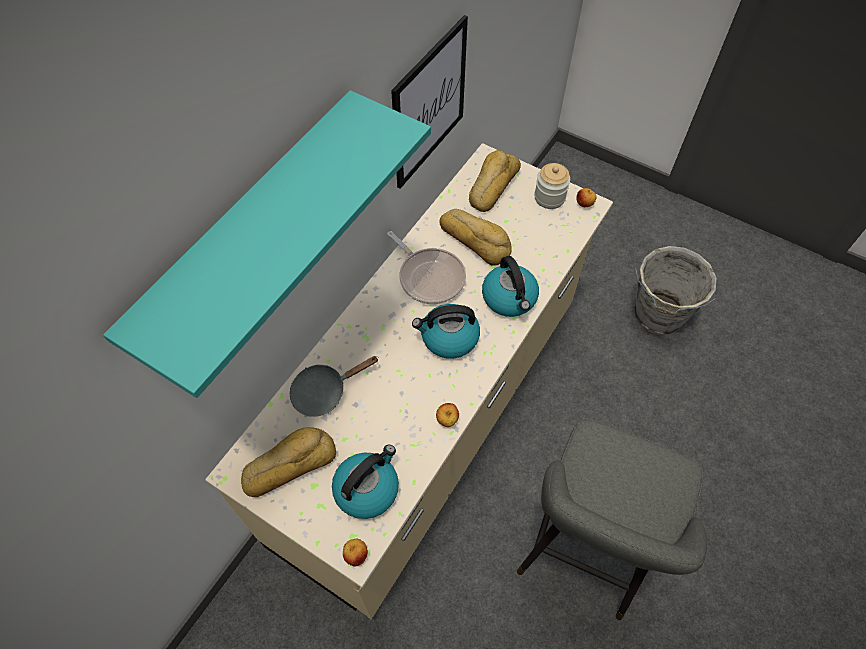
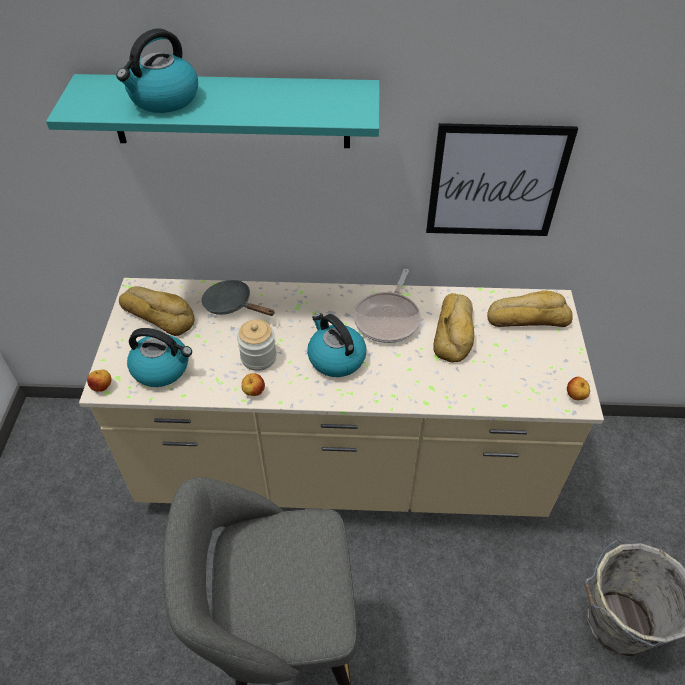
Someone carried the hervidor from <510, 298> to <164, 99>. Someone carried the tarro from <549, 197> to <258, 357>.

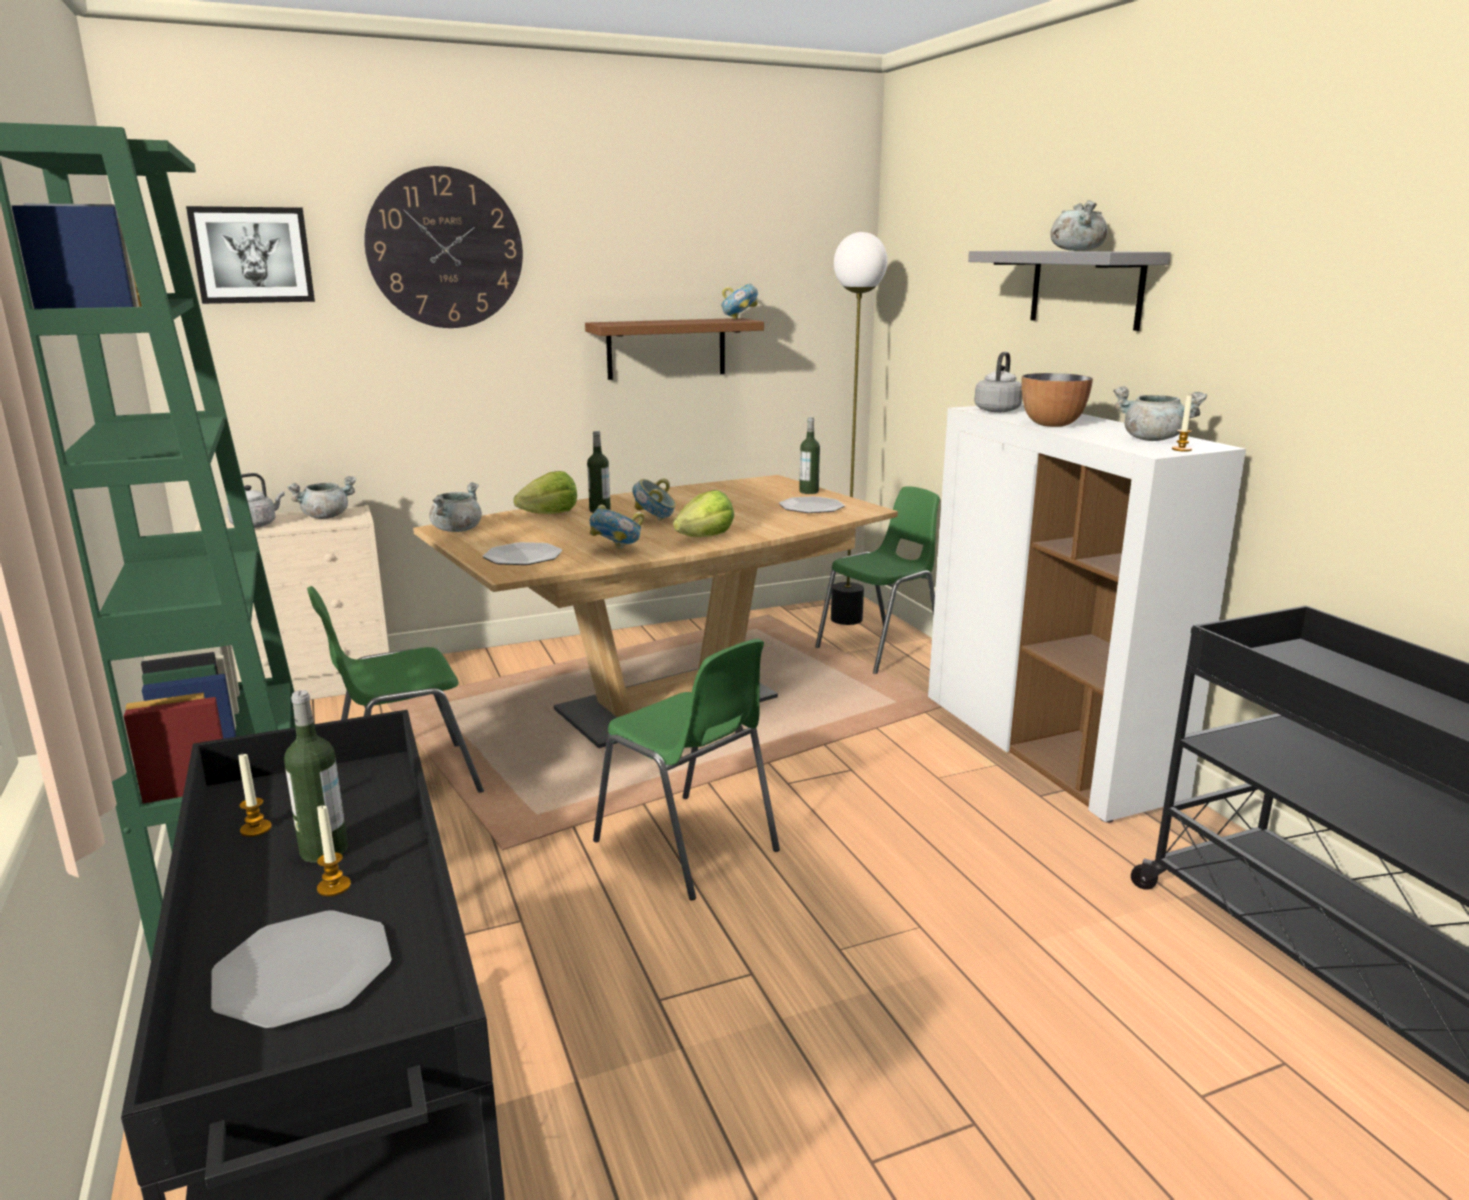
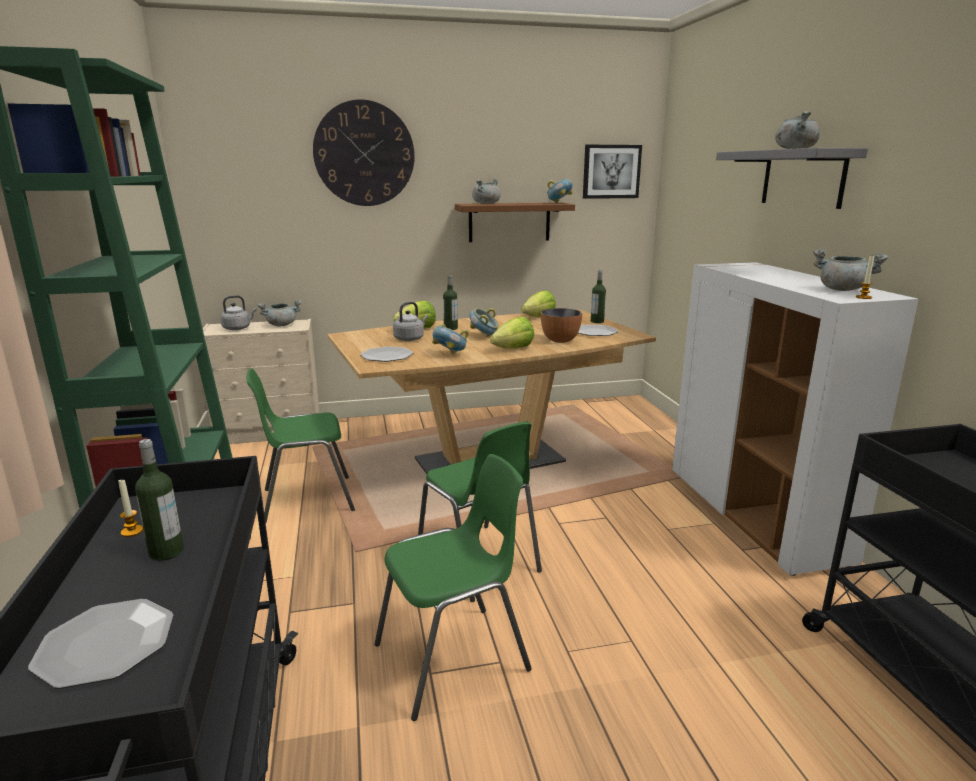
Someone carried the silla [verde] from <881, 650> to <453, 658>. Someone carried the hervidor [gris] from <998, 410> to <410, 339>. Someone carried the olla [gris] from <457, 530> to <486, 203>. Someone put down the lechuga at <539, 317>. Someone carried the cuenco from <1052, 424> to <560, 340>. Someone carried the cuadro from <252, 255> to <611, 171>. Someone took away the vela at <334, 887>. Someone took away the lámpara de pie at <846, 619>.

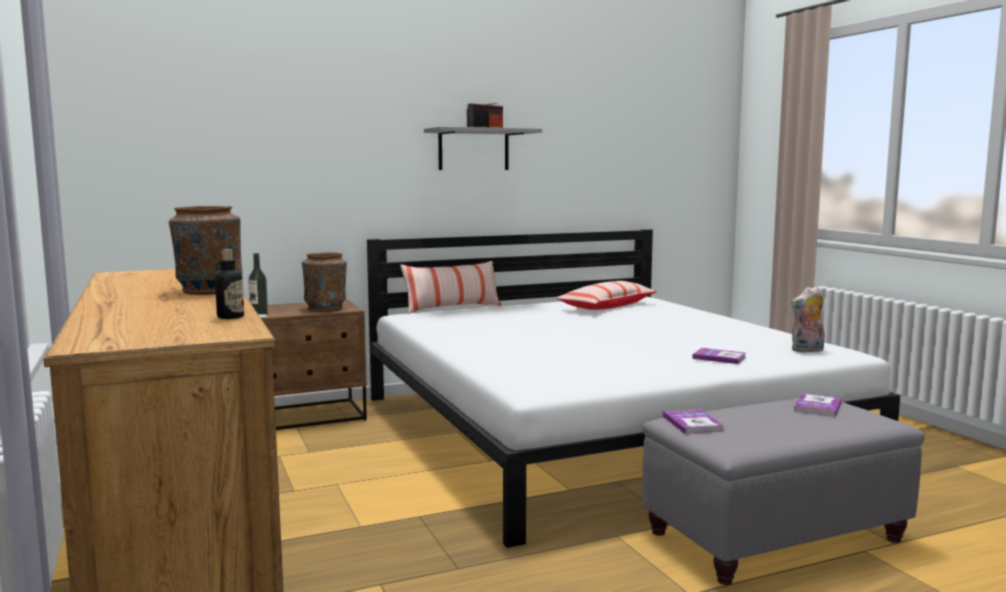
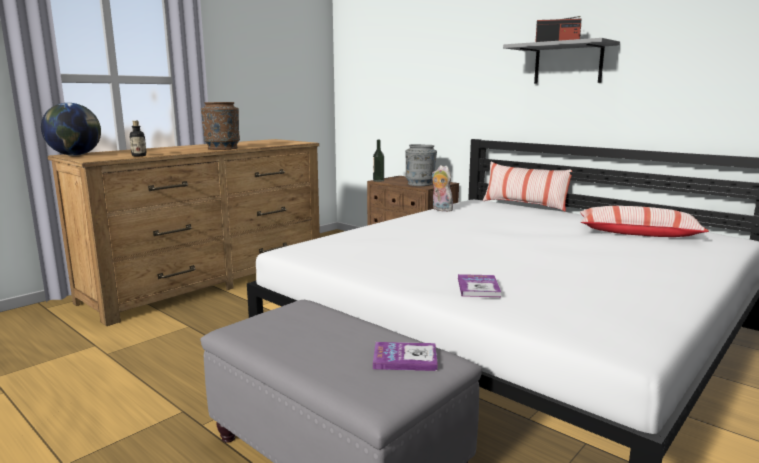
Someone put down the globo terráqueo at <75, 155>. Someone repainted the florero [marrón] at <326, 308>, which became the florero [gris] at <420, 184>. Someone carried the peluche from <807, 350> to <440, 209>. Someone took away the libro at <692, 423>.

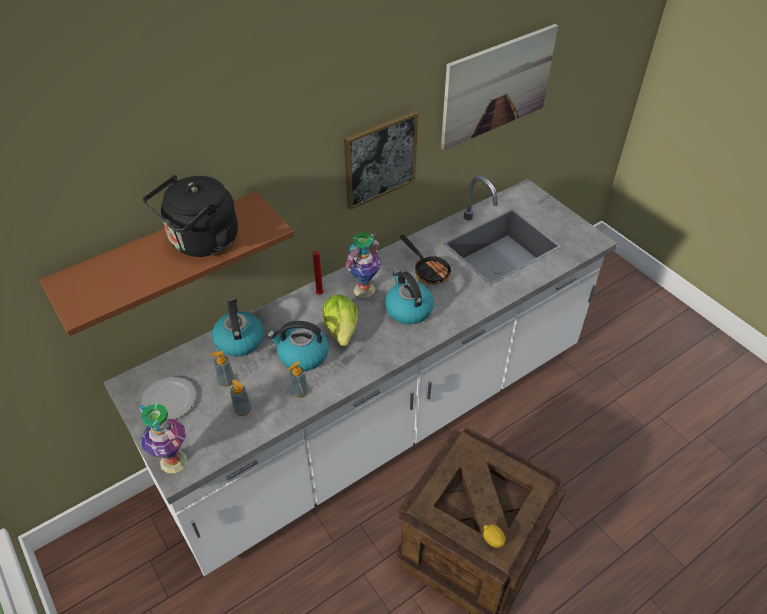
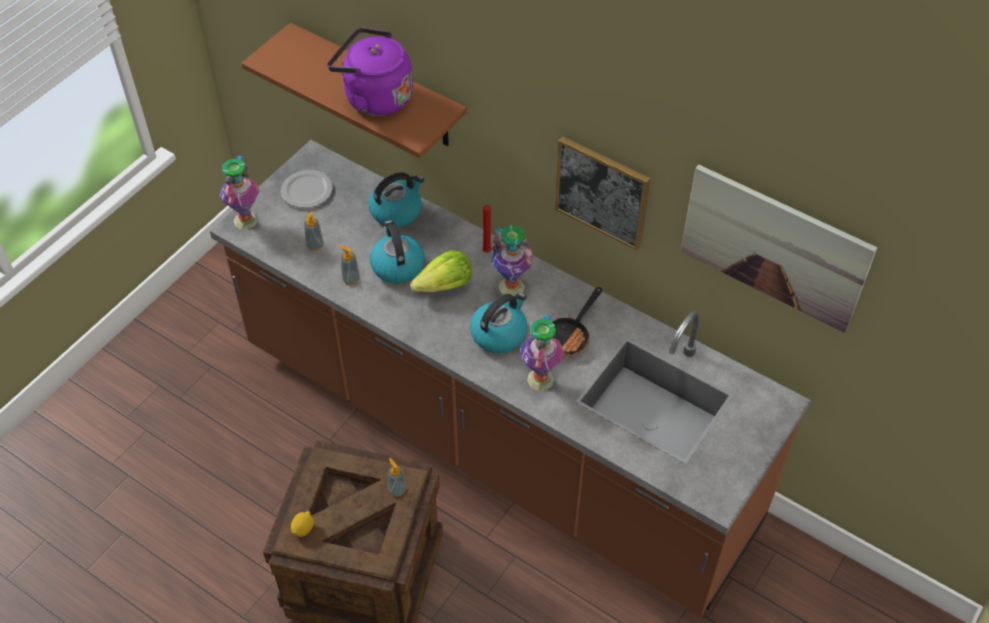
Someone repainted the mueble bajo de cocina [blanco] at <383, 420>, which became the mueble bajo de cocina [marrón] at <494, 437>. Someone repainted the hervidor [negro] at <201, 242>, which became the hervidor [morado] at <374, 98>. Someone carried the dispensador de jabón from <226, 381> to <397, 489>. Someone put down the florero at <540, 379>.

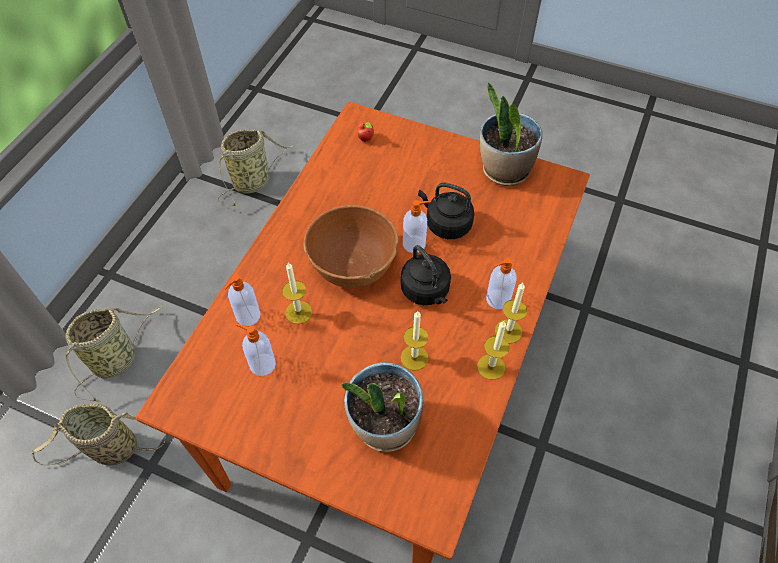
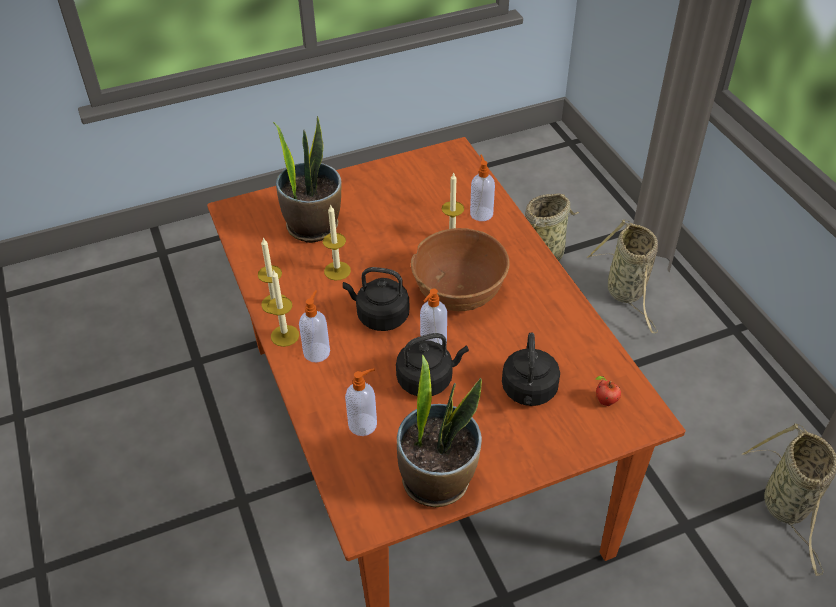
Someone carried the dispensador de jabón from <261, 364> to <363, 424>. Someone put down the hervidor [negro] at <529, 392>.

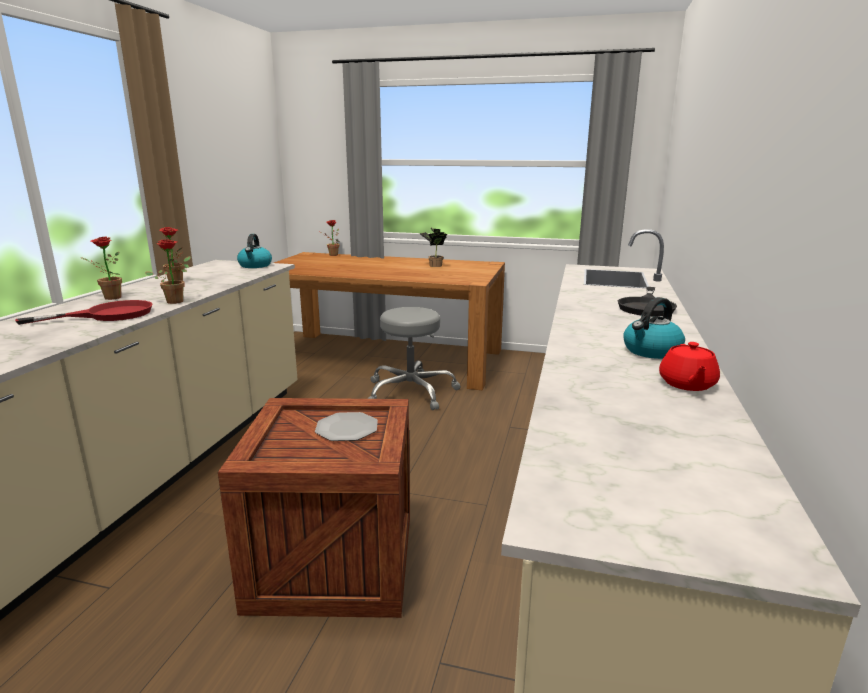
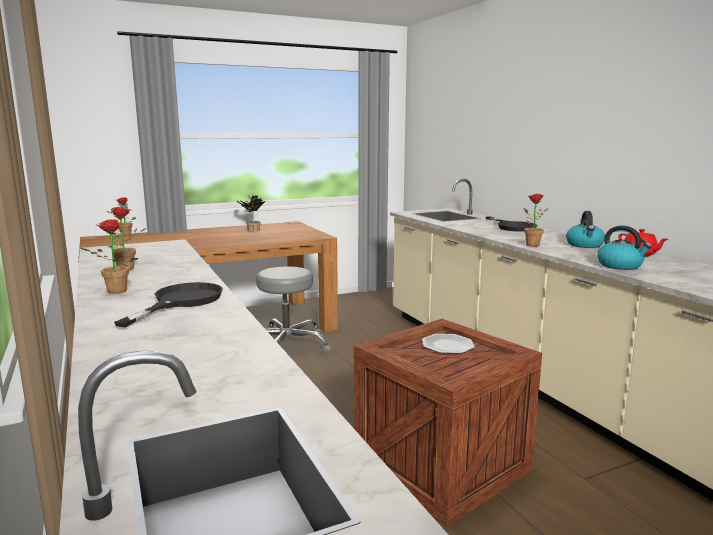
Someone repainted the sartén [rojo] at <107, 315>, which became the sartén [negro] at <181, 302>. Someone carried the planta en maceta from <177, 301> to <530, 244>. Someone carried the hervidor from <255, 266> to <620, 266>.

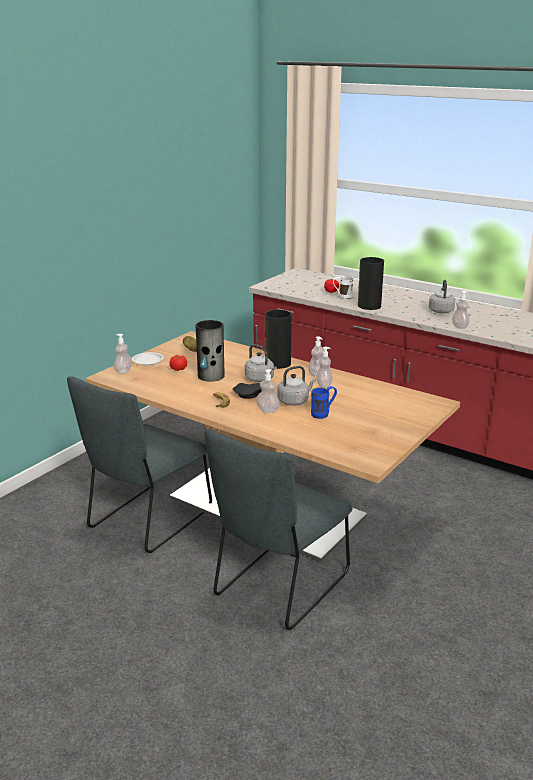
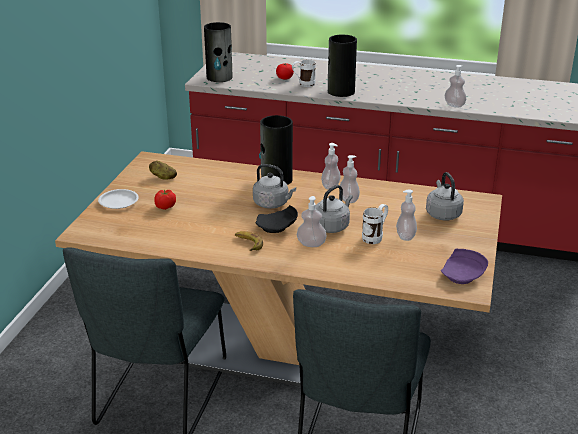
Someone carried the florero from <211, 376> to <219, 77>. Someone repainted the taza grande [azul] at <323, 414>, which became the taza grande [blanco] at <375, 237>. Someone carried the dispensador de jabón from <123, 371> to <405, 236>. Someone carried the hervidor [gris] from <441, 310> to <442, 214>. Someone put down the plato [morado] at <463, 275>.

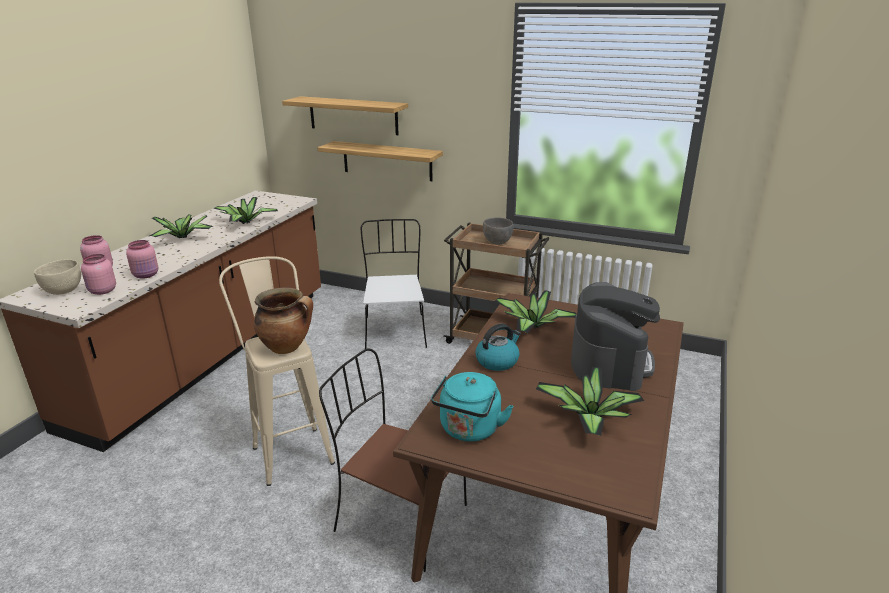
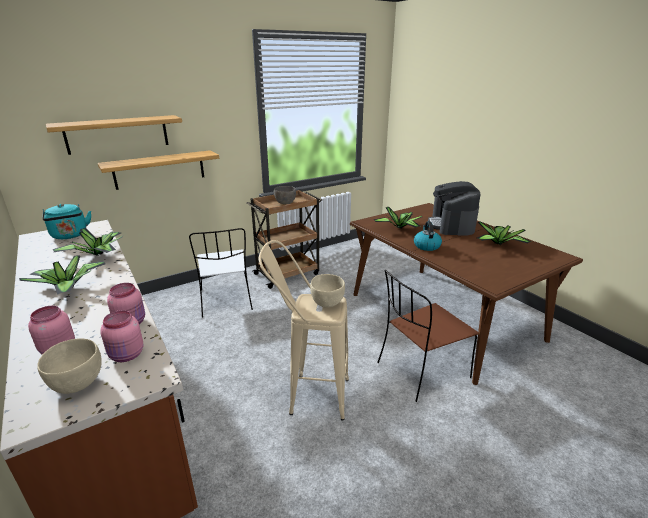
Someone carried the hervidor [turquesa] from <469, 430> to <70, 235>. Someone rotated the silla [blanco] at <395, 331> by 135 degrees counterclockwise. Someone swapped the olla at <287, 347> for the cuenco [beis] at <327, 303>. Someone rotated the cafetera at <610, 361> by 135 degrees counterclockwise.

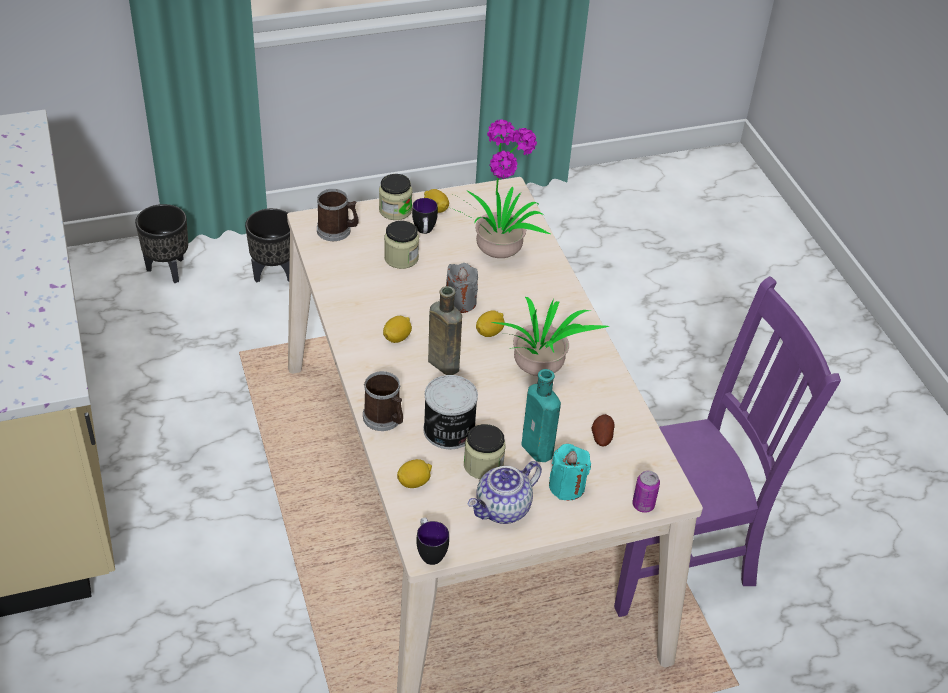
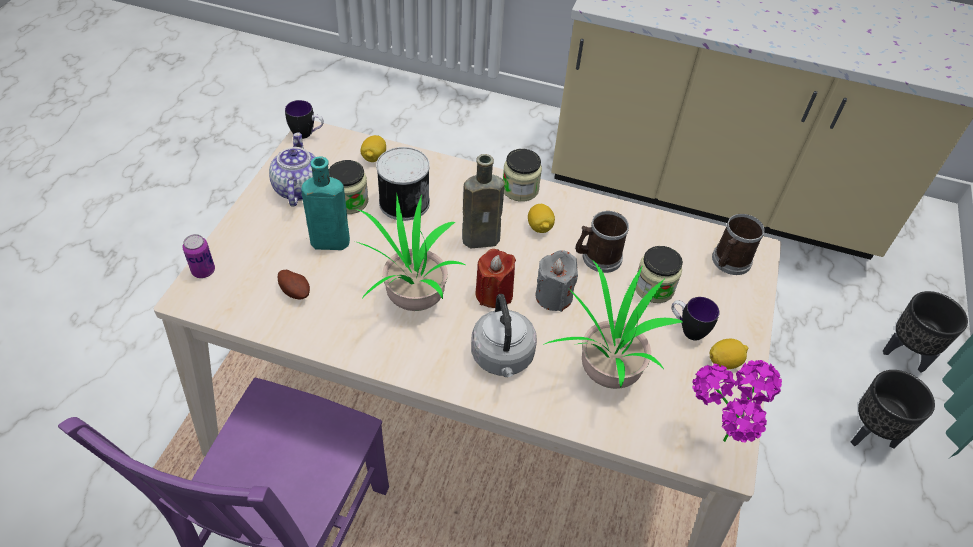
Someone put down the hervidor [gris] at <502, 358>. Someone swapped the limón at <489, 332> for the vela [rojo] at <494, 294>. Someone carried the tarro from <395, 210> to <520, 189>. Someone carried the taza grande from <385, 419> to <597, 258>. Someone took away the vela [turquesa] at <567, 486>.

